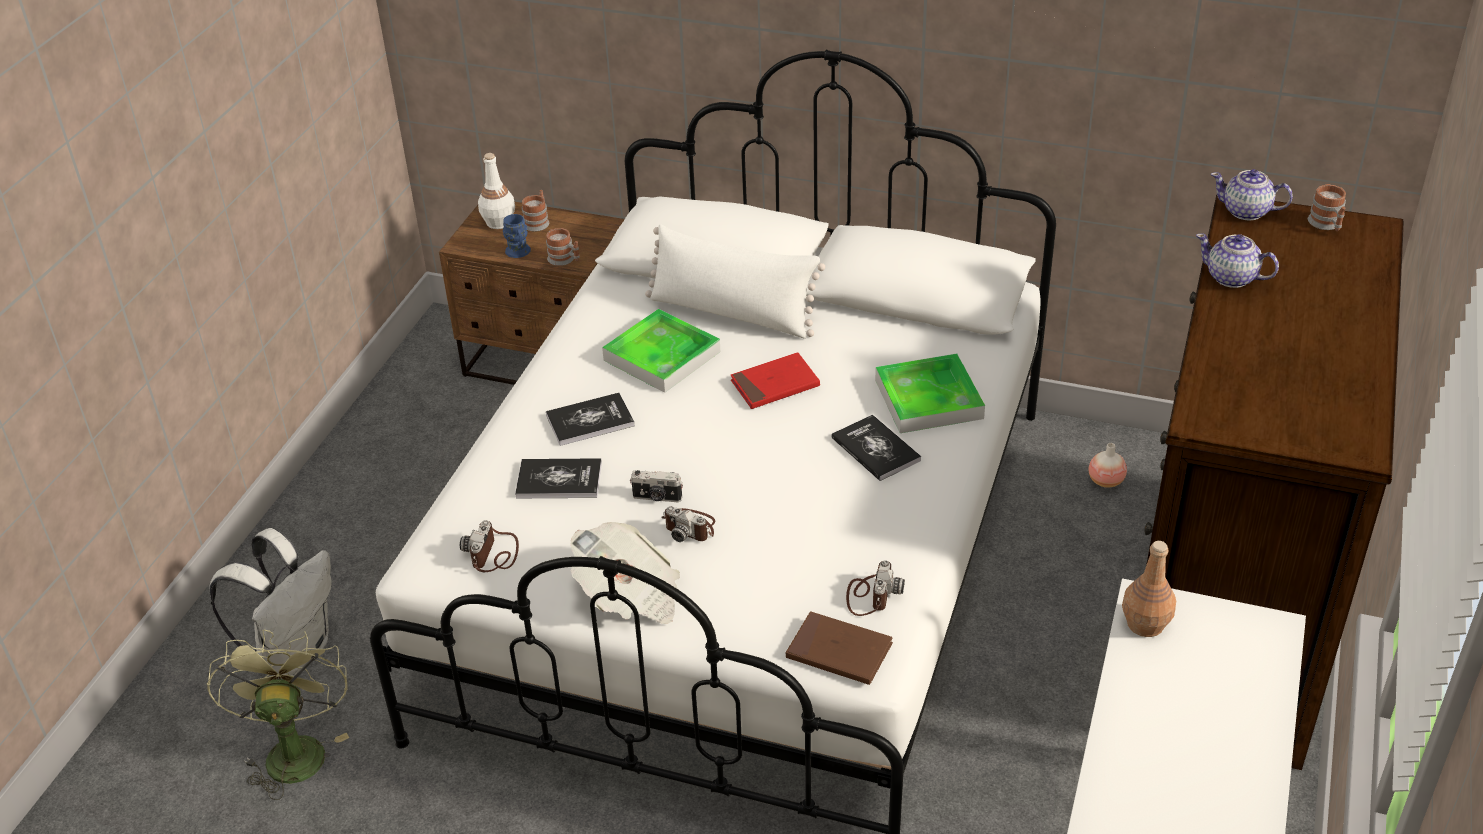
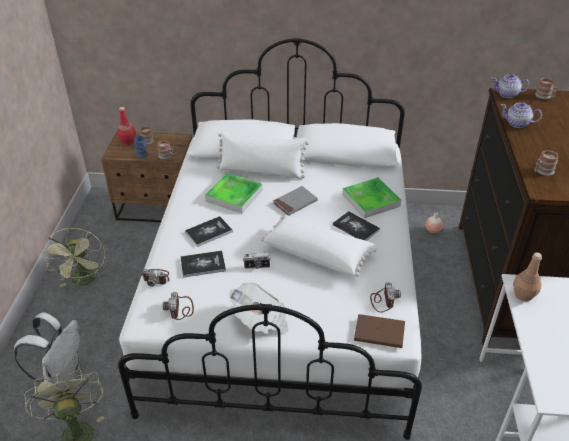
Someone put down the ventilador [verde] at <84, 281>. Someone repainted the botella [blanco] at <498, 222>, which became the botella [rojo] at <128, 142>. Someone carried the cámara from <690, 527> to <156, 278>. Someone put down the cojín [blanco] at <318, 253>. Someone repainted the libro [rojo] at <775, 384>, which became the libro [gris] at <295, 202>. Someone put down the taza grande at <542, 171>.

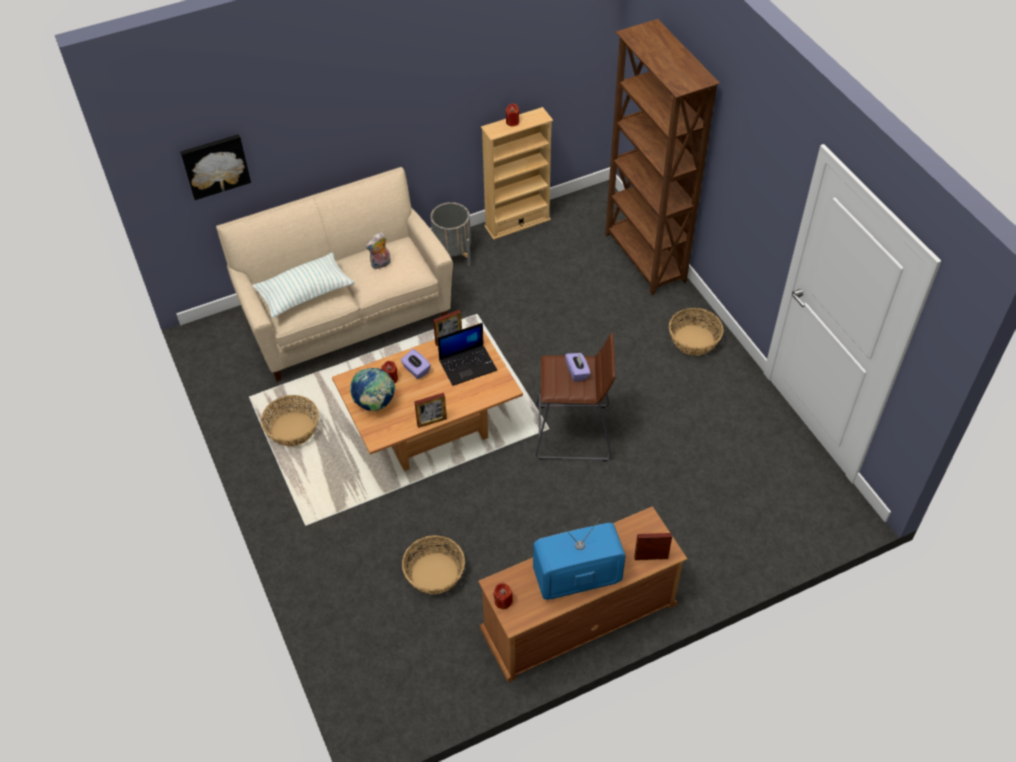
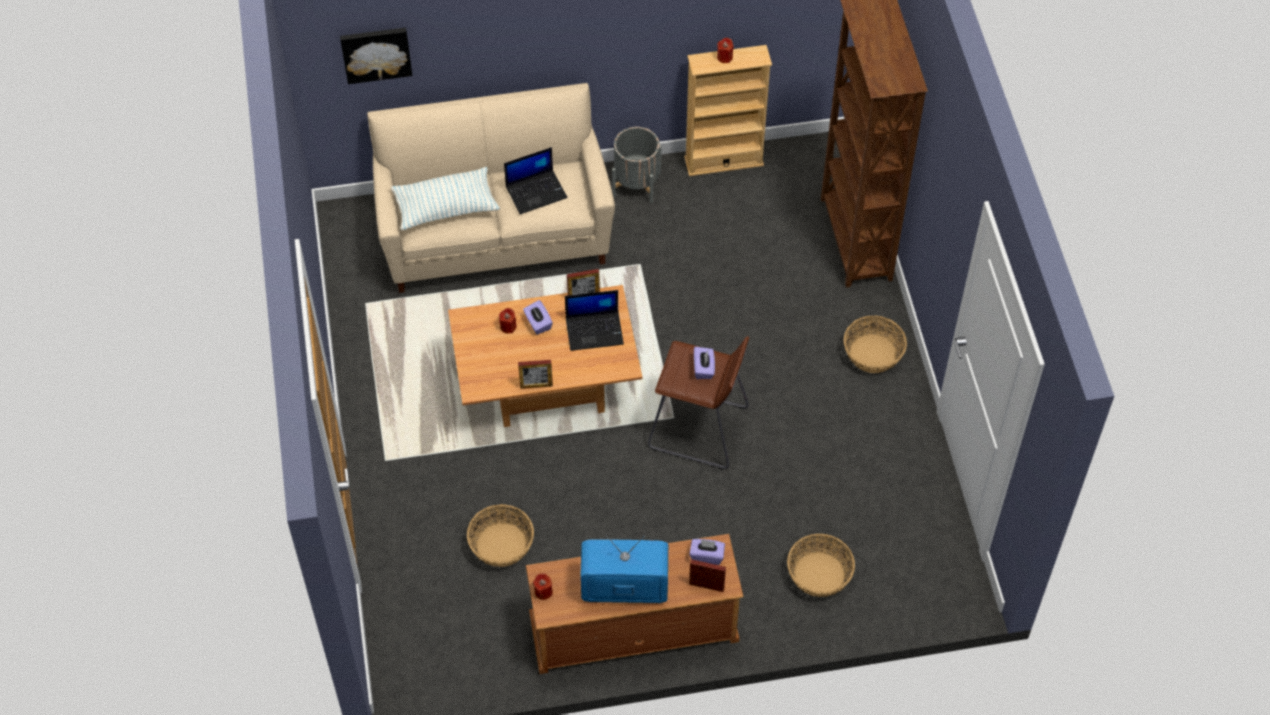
Someone swapped the peluche at <380, 264> for the portátil at <536, 191>. Someone put down the caja de pañuelos [morado] at <707, 556>. Someone carried the cesta from <293, 429> to <819, 574>. Someone took away the globo terráqueo at <375, 403>.

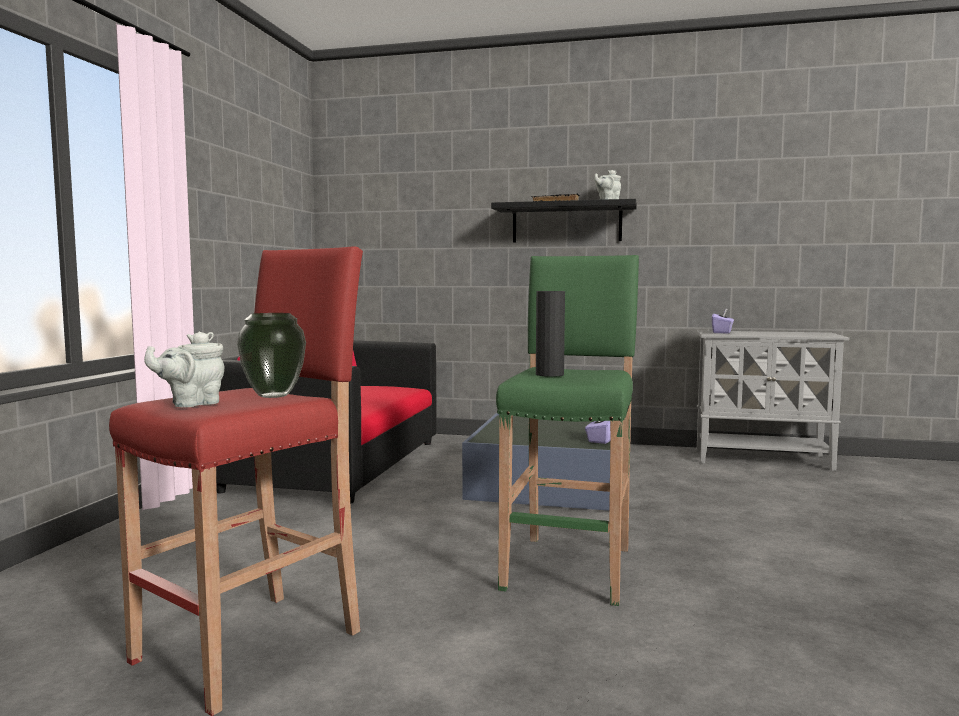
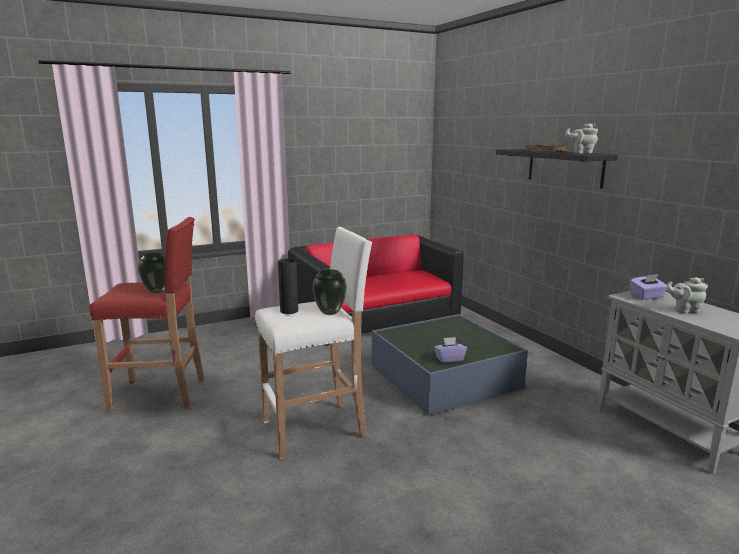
Someone repainted the taburete [verde] at <569, 567>, which became the taburete [blanco] at <316, 428>. Someone put down the florero at <329, 313>. Someone carried the tetera [gris] from <191, 404> to <684, 310>.

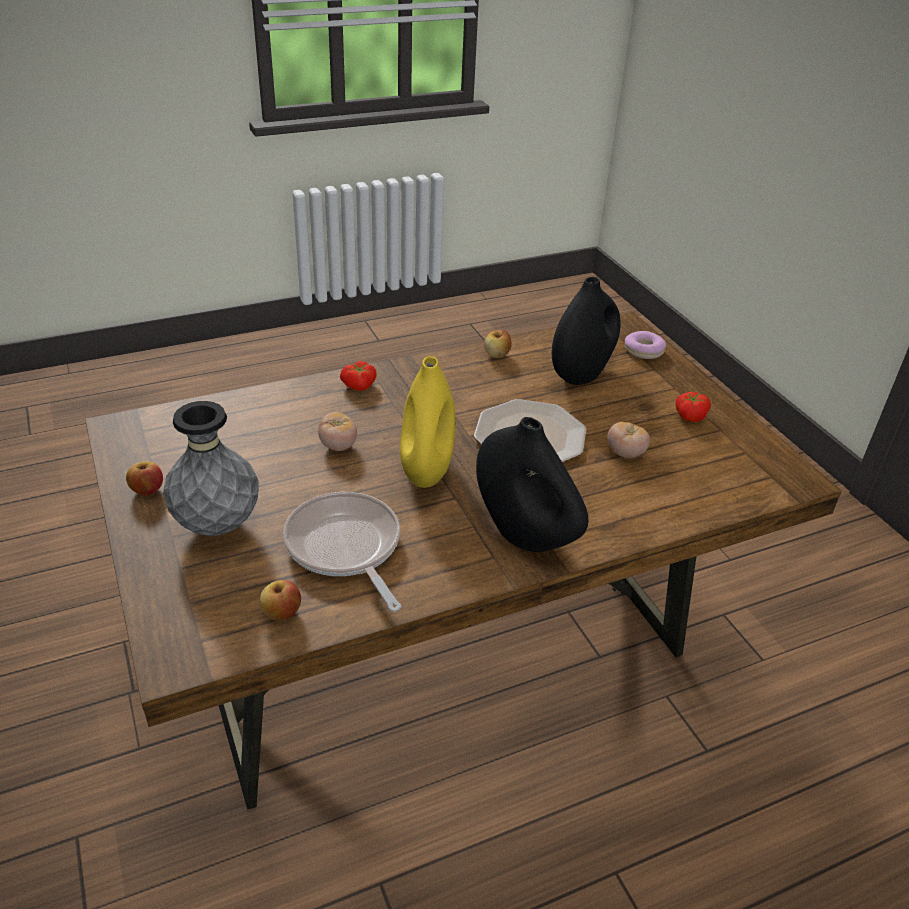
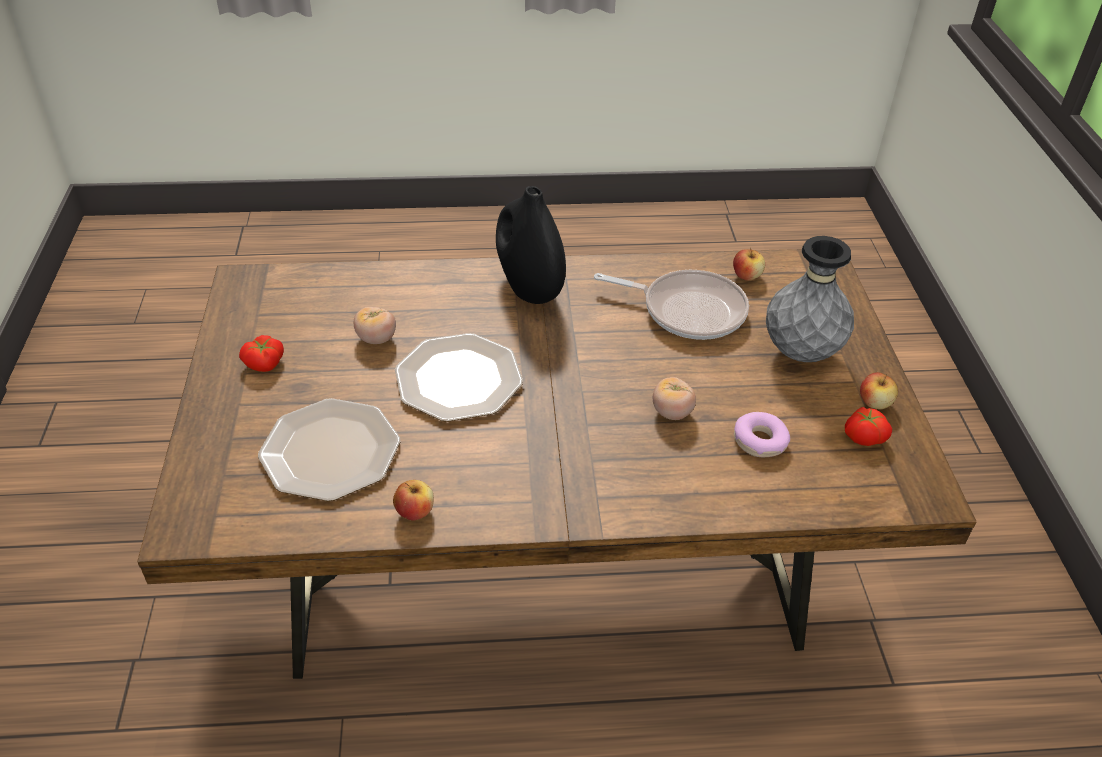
Someone swapped the florero [negro] at <581, 373> for the plato at <330, 452>. Someone rotated the sartén at <345, 548> by 60 degrees counterclockwise. Someone carried the rosquilla from <643, 351> to <760, 441>. Someone carried the tomate from <359, 386> to <864, 436>. Someone took away the florero [amarillo] at <426, 470>.

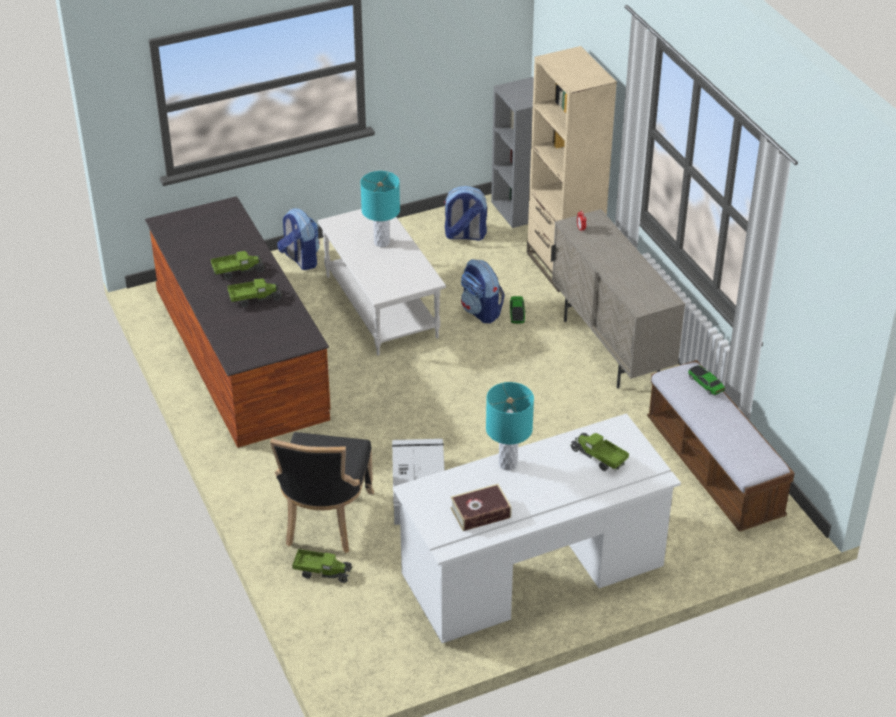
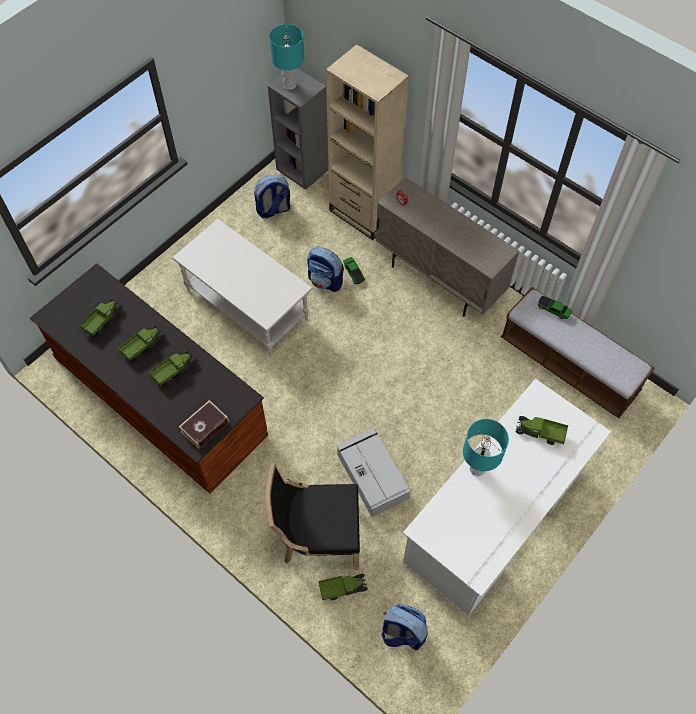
Someone put down the camión de juguete at <103, 320>. Someone carried the libro from <480, 513> to <205, 427>. Someone rotated the silla [negro] at <325, 521> by 105 degrees clockwise. Someone carried the lámpara de mesa [turquesa] from <382, 242> to <289, 84>. Someone carried the mochila from <300, 259> to <402, 633>.

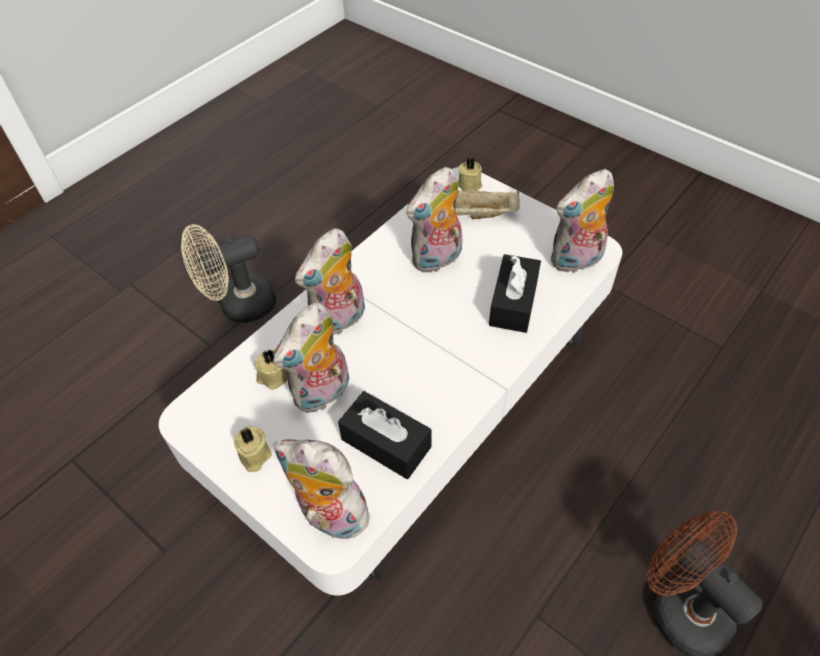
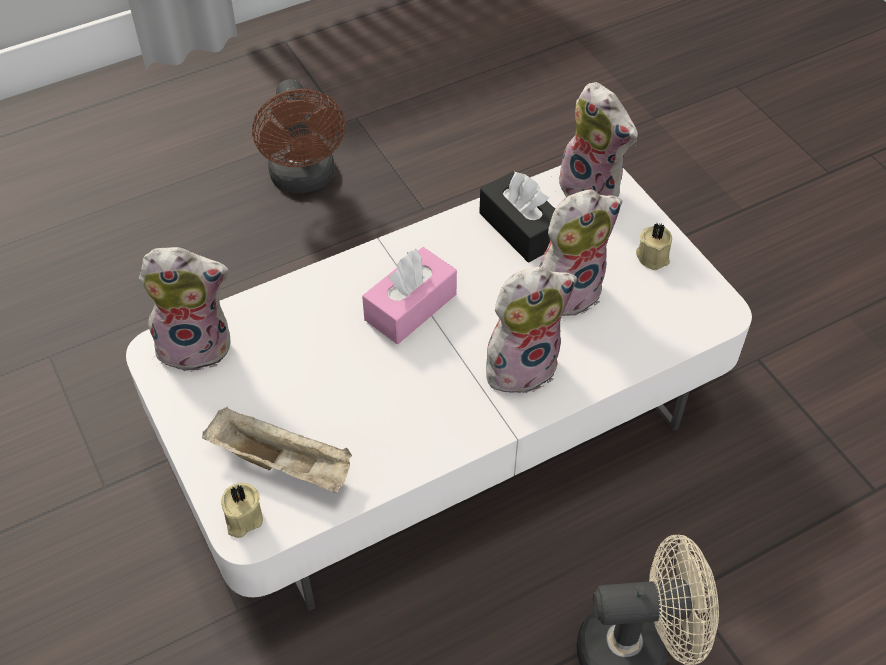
Someone put down the caja de pañuelos [rosa] at <410, 307>. Someone took away the vela [beis] at <273, 376>. Someone took away the peluche at <437, 260>. Someone took away the caja de pañuelos [negro] at <513, 302>.

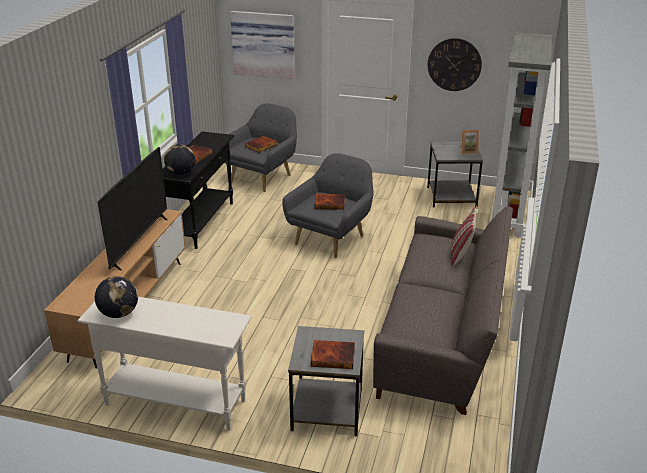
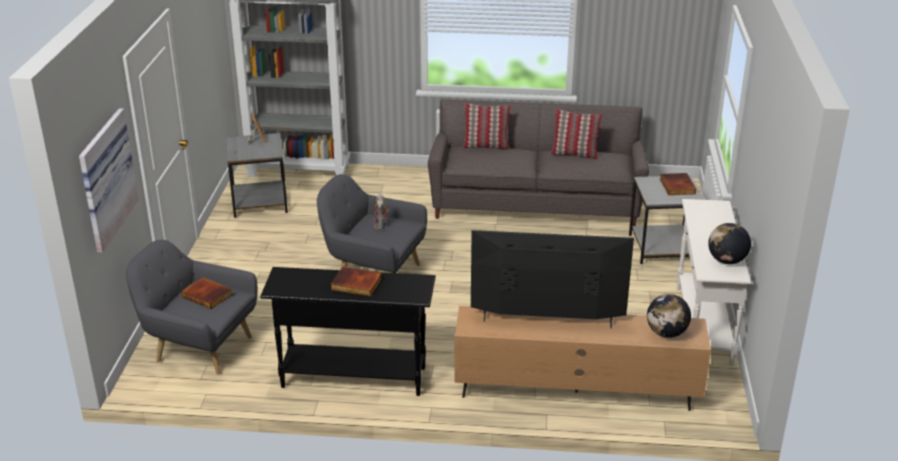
Someone swapped the libro at <330, 203> for the peluche at <381, 226>. Someone put down the cojín at <574, 154>. Someone carried the globo terráqueo from <181, 173> to <666, 333>. Someone took away the reloj de pared at <454, 64>.

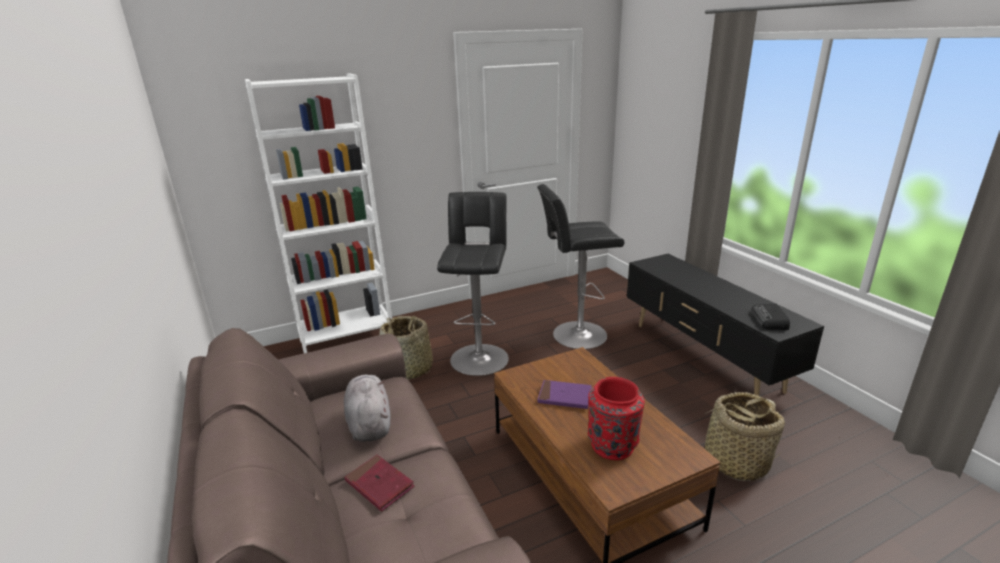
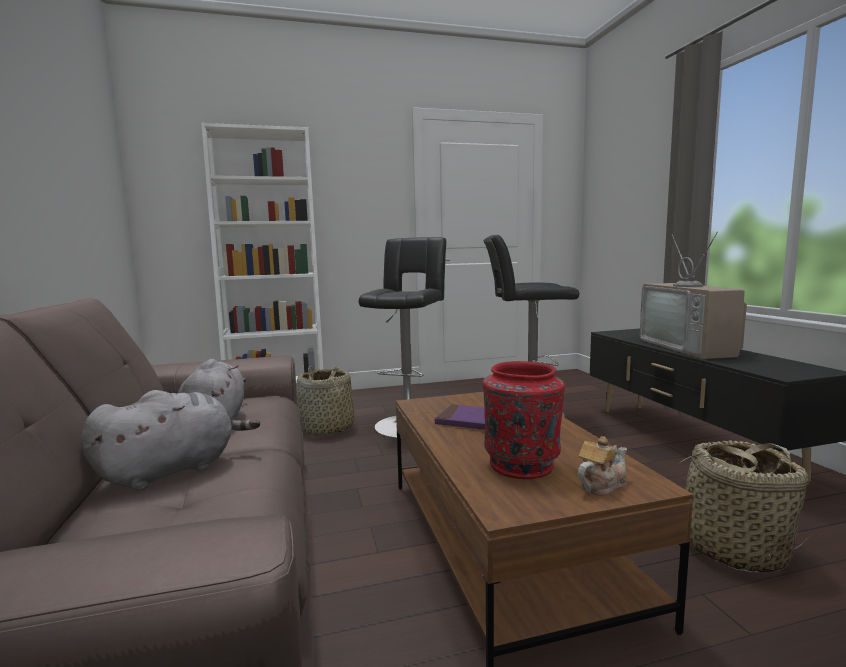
Someone swapped the libro [rojo] at <379, 485> for the peluche [gris] at <174, 470>. Someone put down the tetera at <600, 485>. Someone put down the televisor at <691, 347>. Someone took away the radio at <769, 320>.

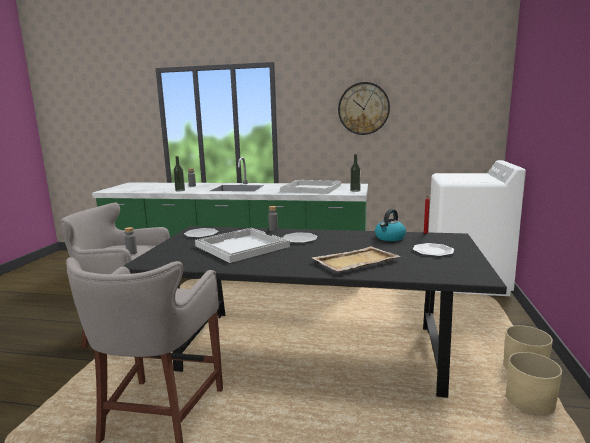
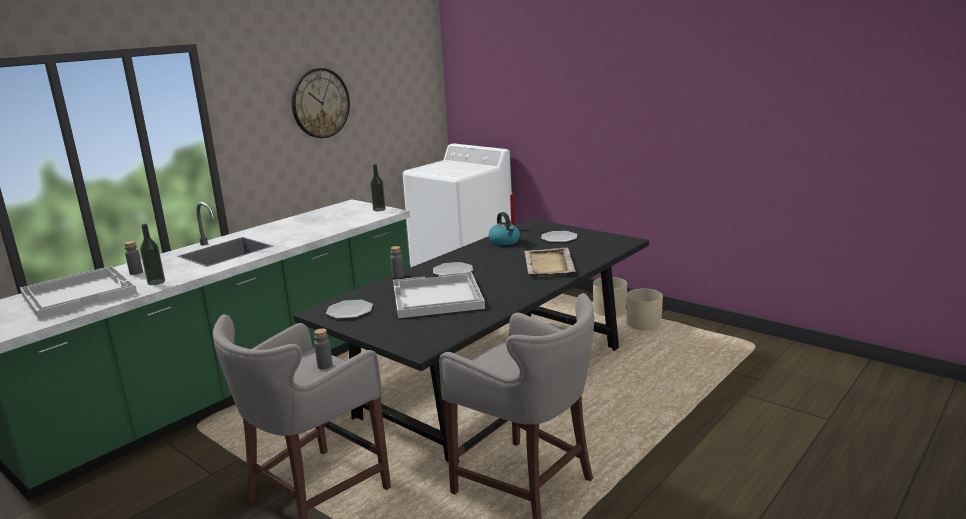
Someone carried the bandeja [blanco] from <312, 188> to <80, 294>.

